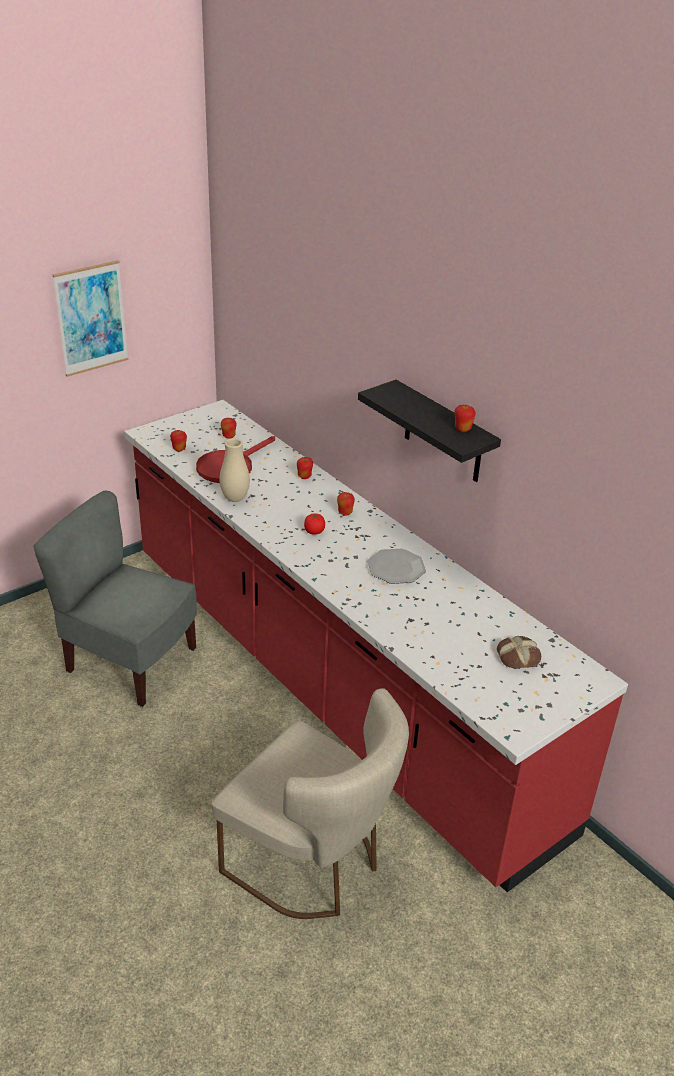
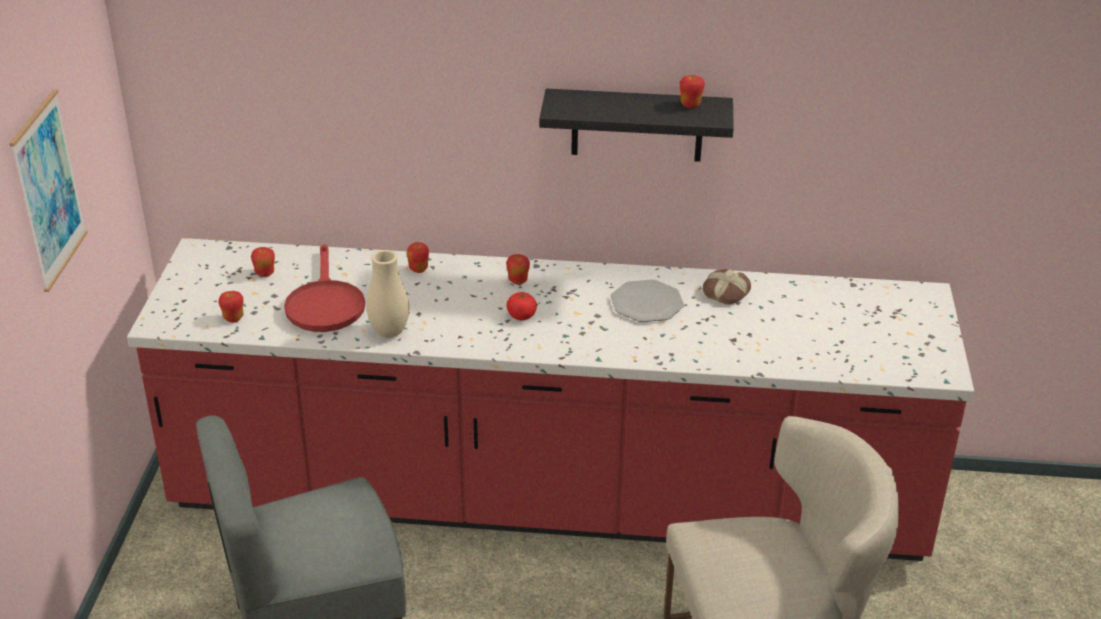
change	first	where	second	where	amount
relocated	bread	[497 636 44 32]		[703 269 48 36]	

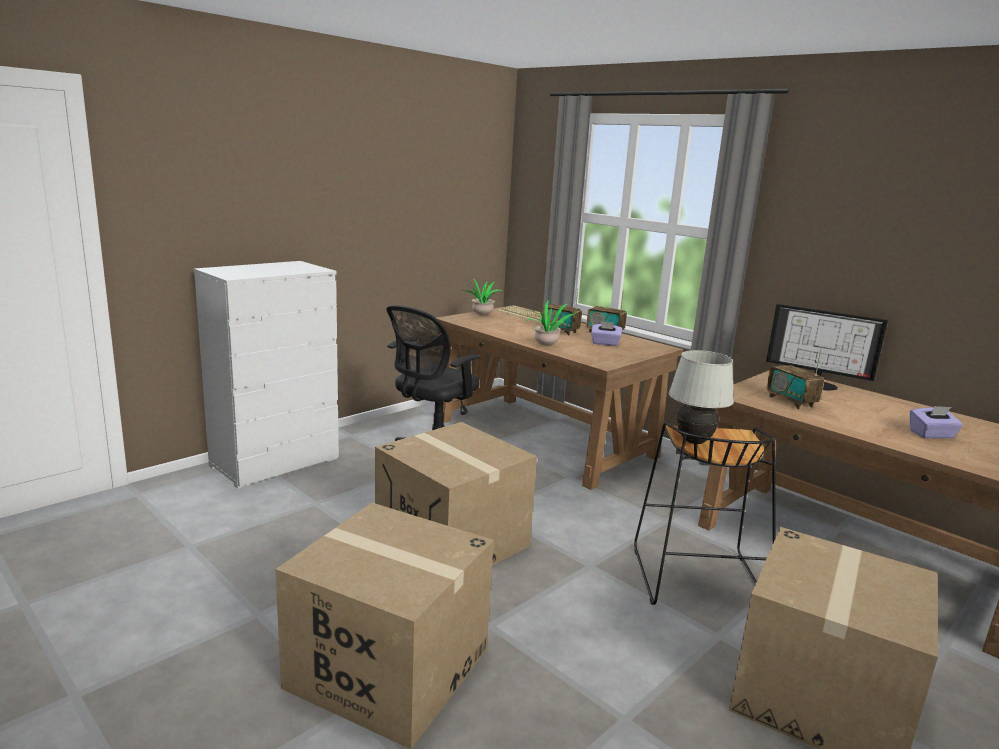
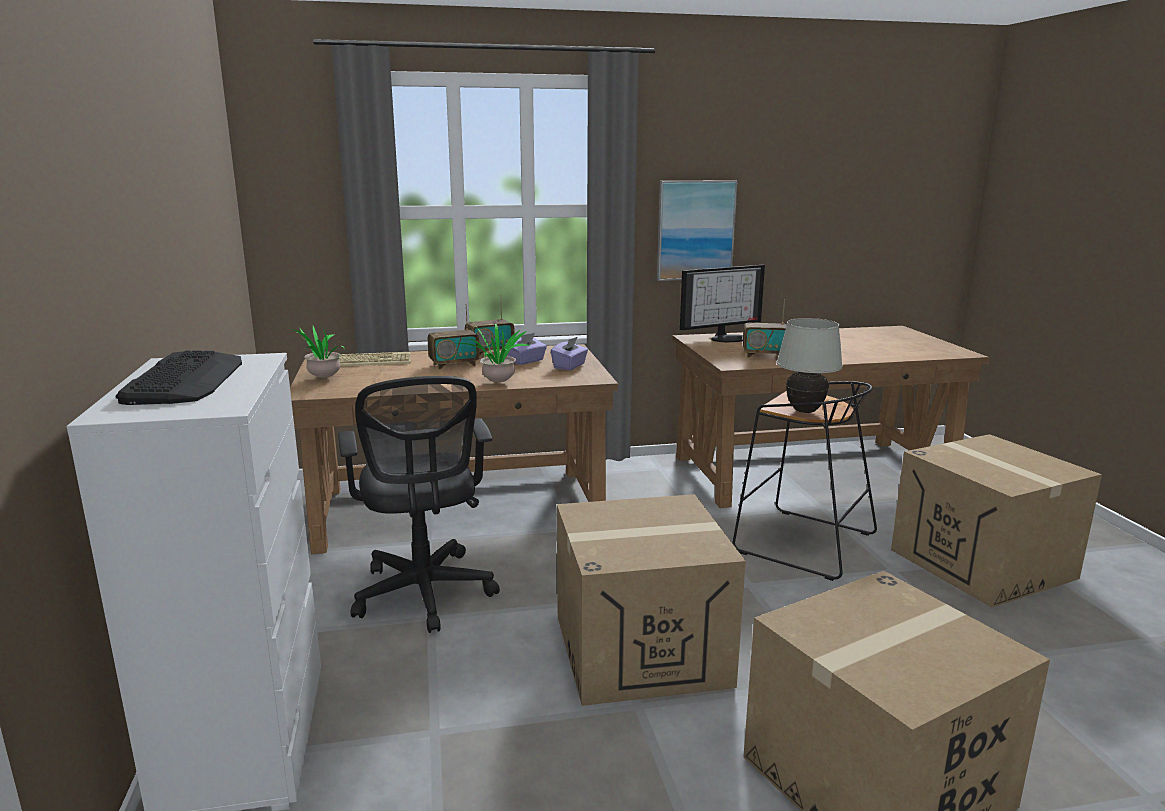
change	first	where	second	where	amount
appeared			keyboard	[116 350 126 55]	
relocated	purple tissue box	[910 406 53 33]		[551 337 37 33]	
appeared			picture	[657 180 80 101]	

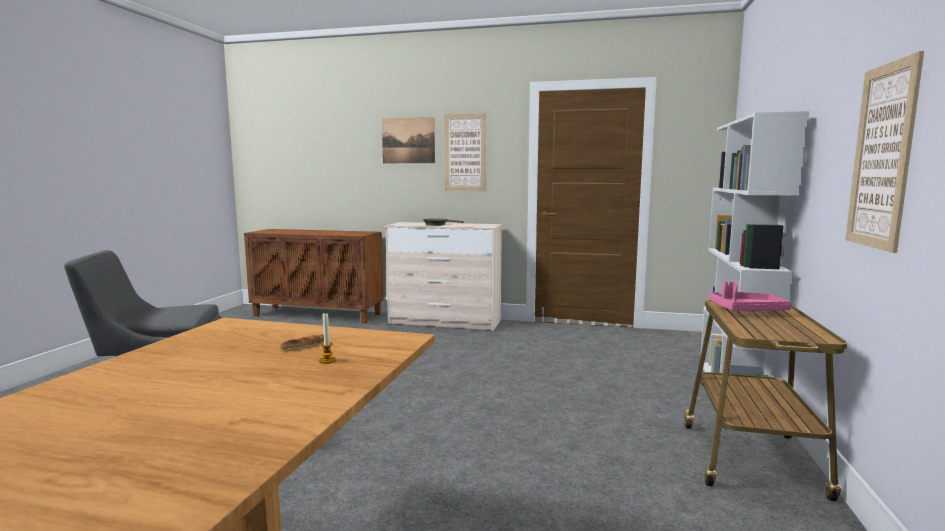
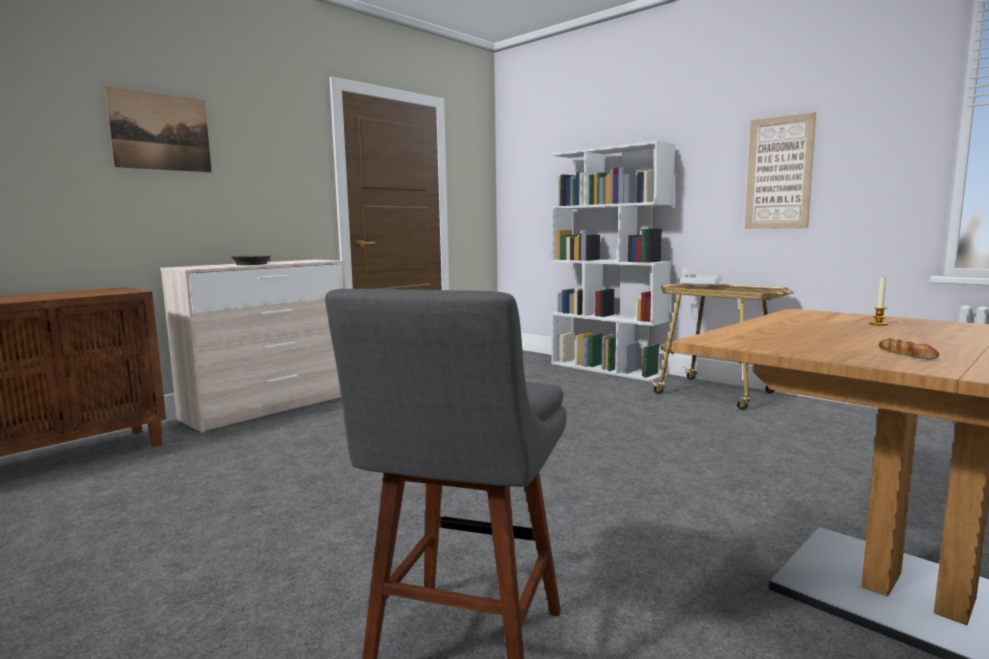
change	first	where	second	where	amount
colour	pink tray	[710 282 82 30]	white tray	[680 268 42 19]	
relocated	bread	[280 334 44 15]		[879 338 60 22]	
missing	picture	[444 113 42 78]			

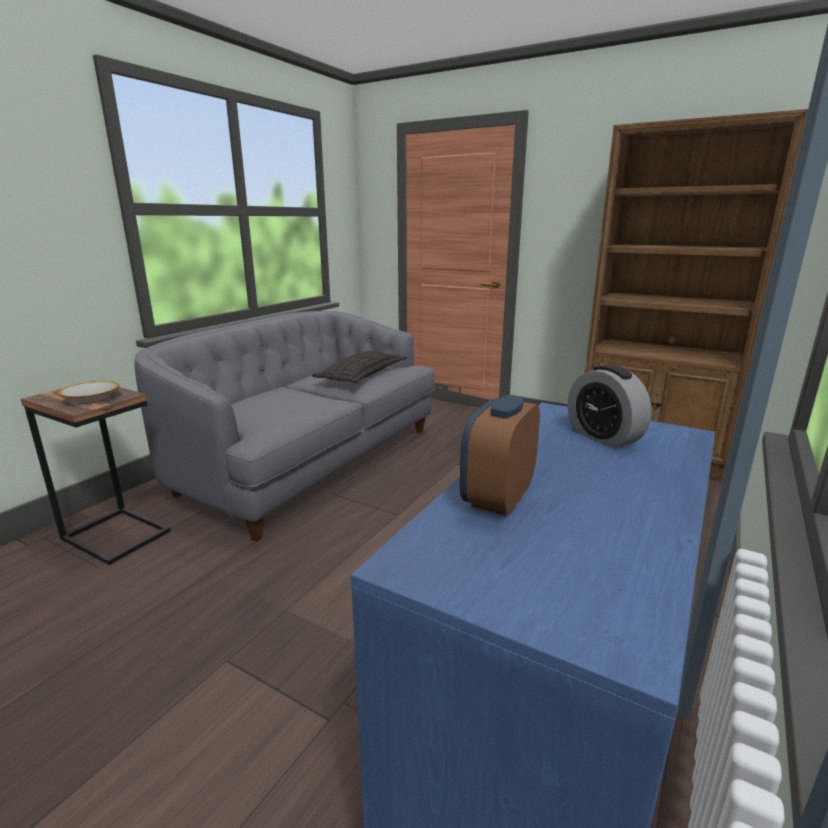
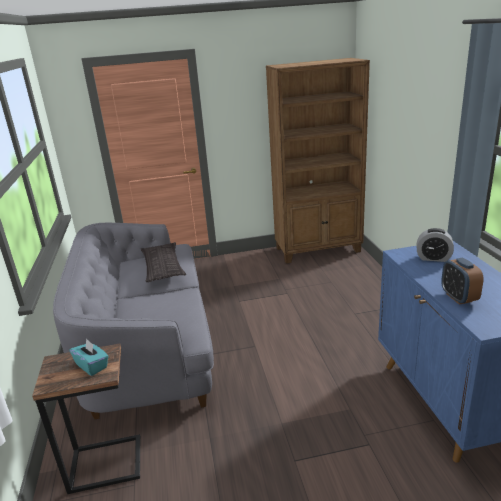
change	first	where	second	where	amount
exchanged	bowl	[58 381 61 23]	turquoise tissue box	[70 338 39 38]	

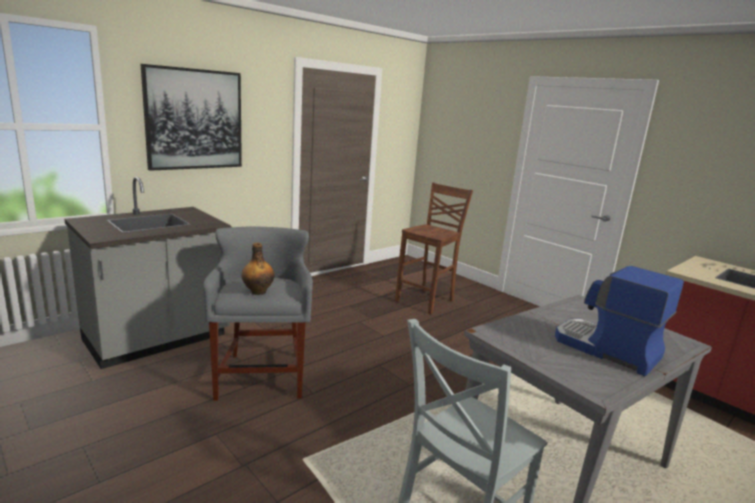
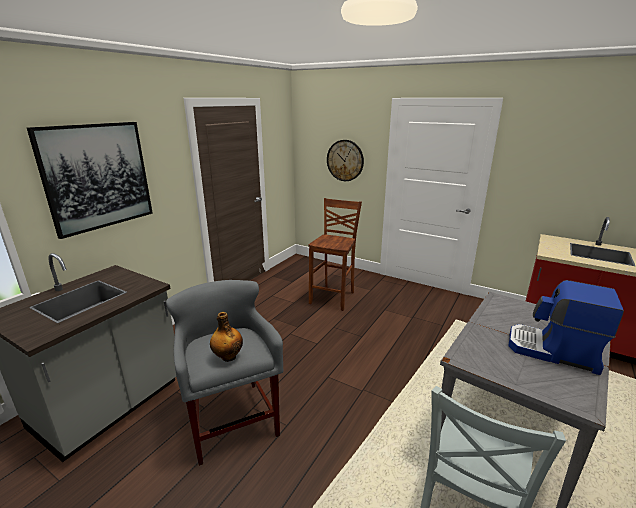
change	first	where	second	where	amount
appeared			wall clock	[327 140 37 41]	

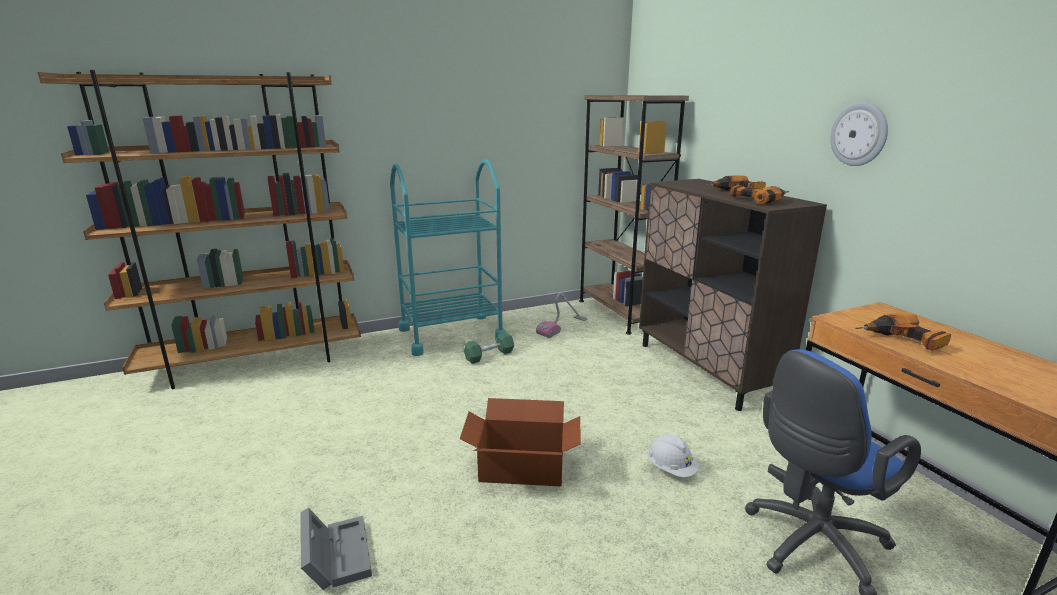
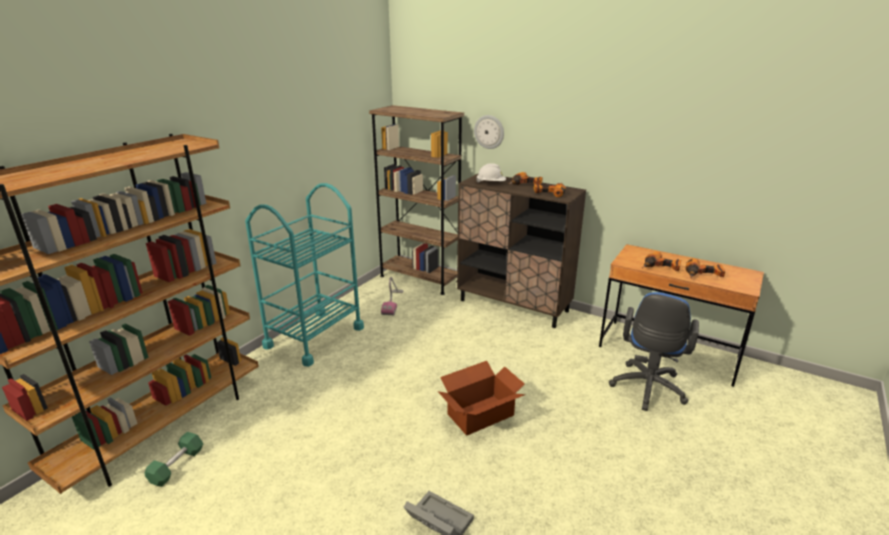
change	first	where	second	where	amount
relocated	green dumbbell	[464 332 50 32]		[144 432 59 55]	
relocated	wall clock	[830 102 58 64]		[474 115 30 34]	
relocated	white hard hat	[647 434 52 43]		[476 163 30 20]	
appeared			power drill	[686 258 39 20]	

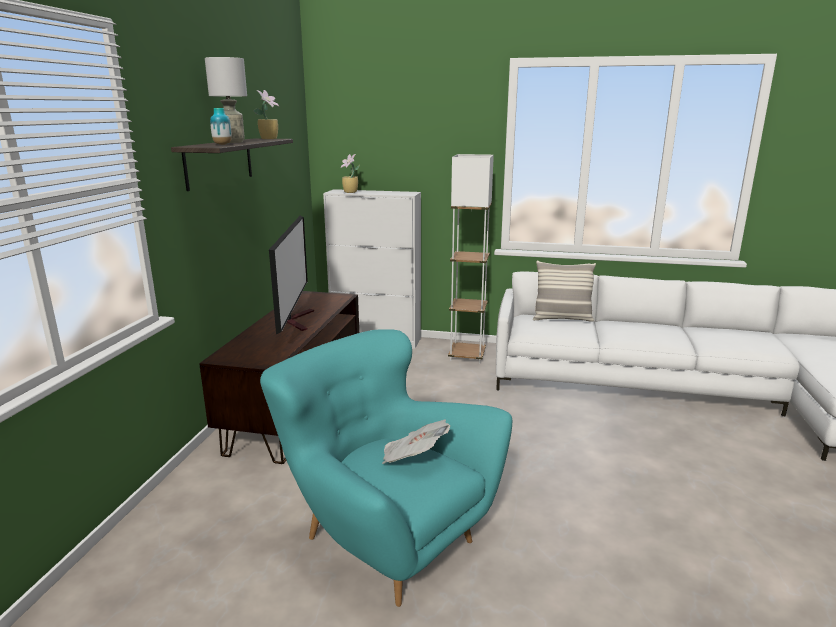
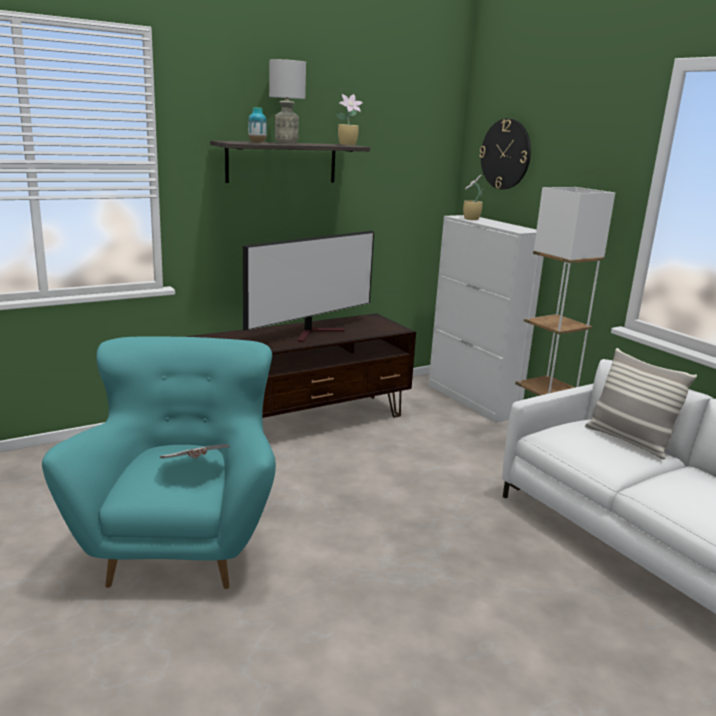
change	first	where	second	where	amount
appeared			wall clock	[479 119 52 71]	

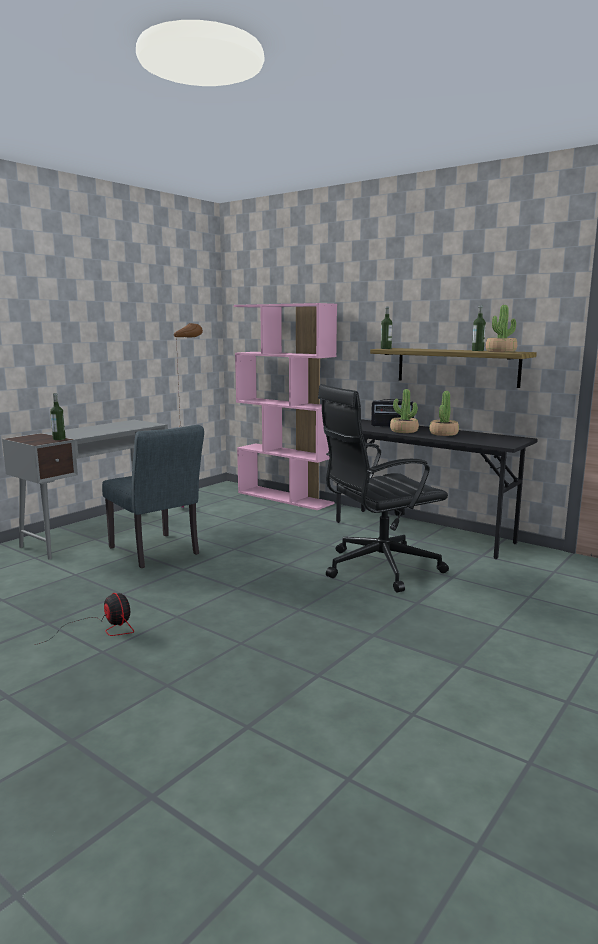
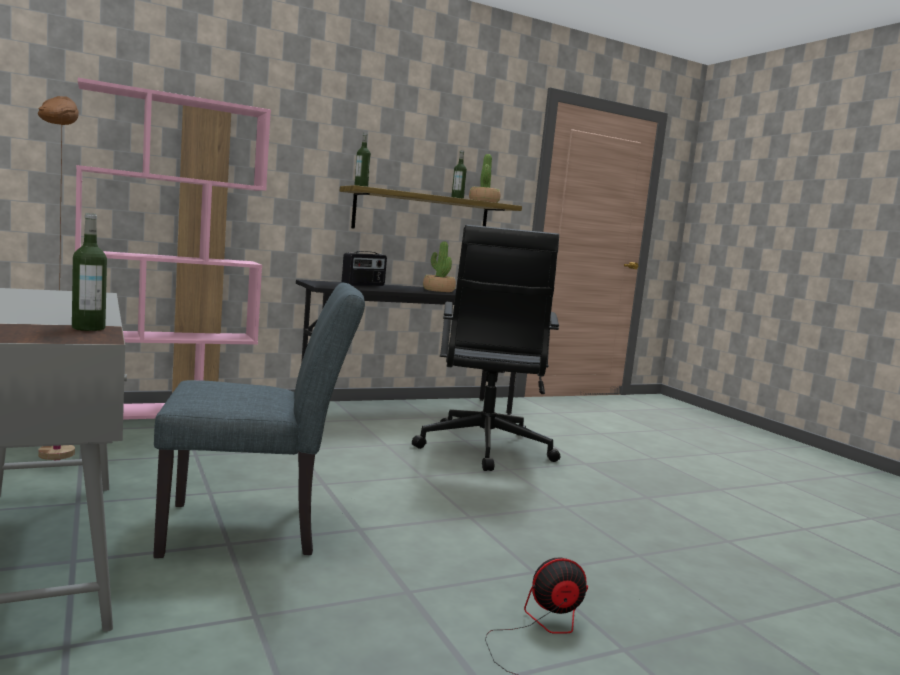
change	first	where	second	where	amount
missing	potted plant	[390 389 29 44]			

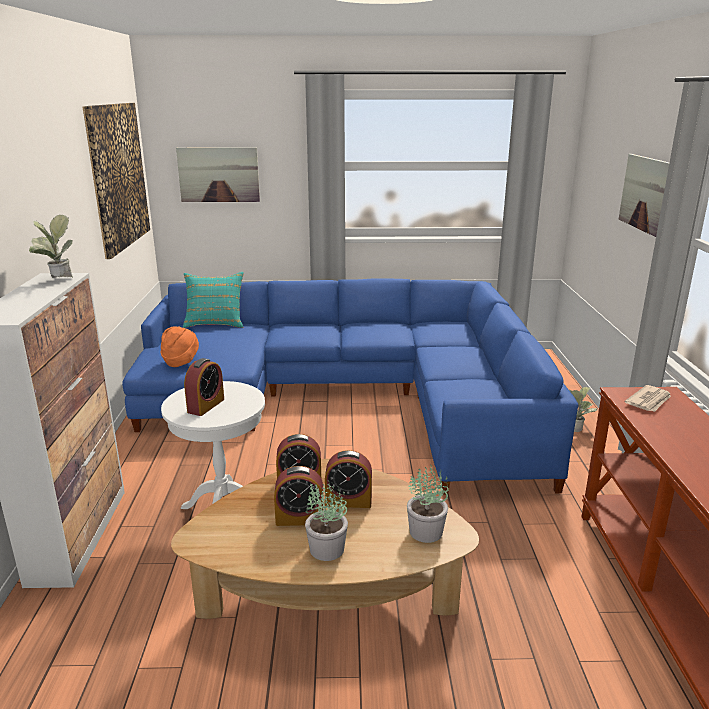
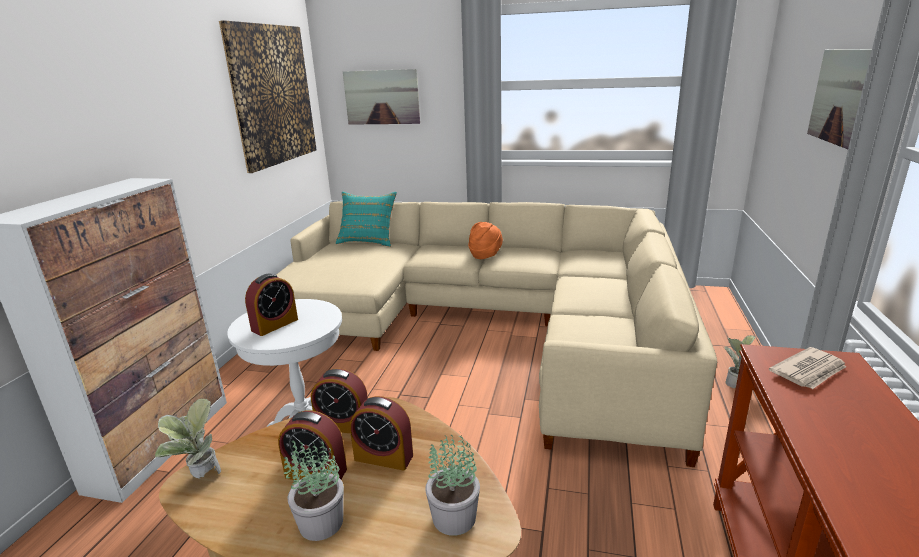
change	first	where	second	where	amount
relocated	potted plant	[29 215 44 63]		[155 399 66 80]	
colour	blue sofa	[122 278 456 217]	beige sofa	[276 202 441 265]	
relocated	orange hat	[161 327 38 40]		[468 222 35 37]	

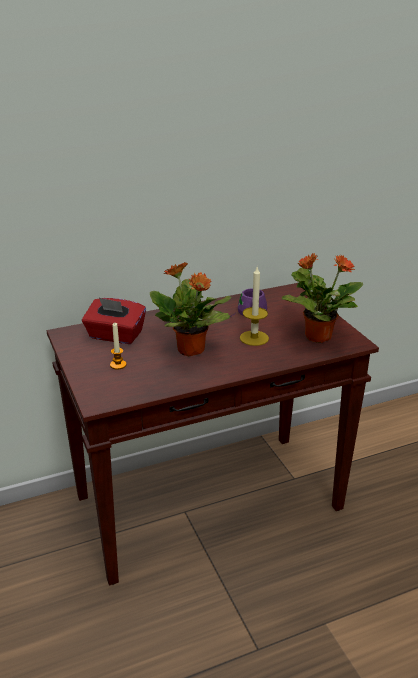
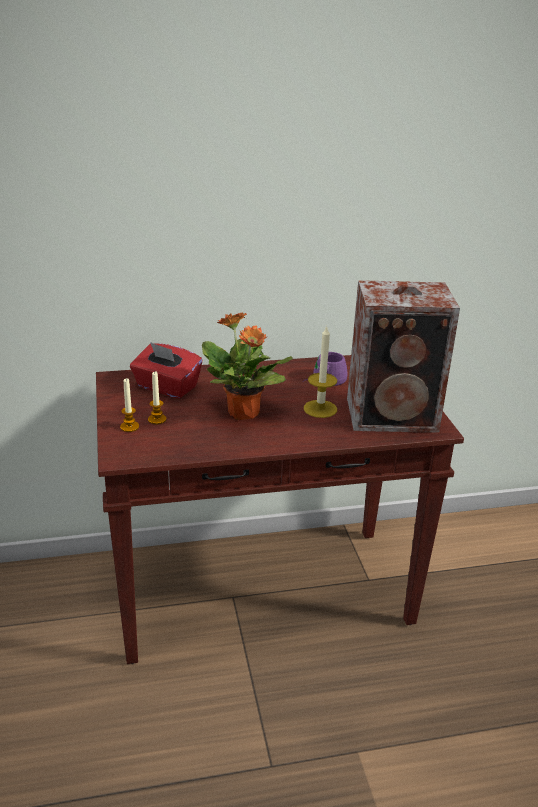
change	first	where	second	where	amount
appeared			candle	[120 378 19 54]	
exchanged	potted plant	[282 253 81 90]	speaker	[347 280 113 153]	

